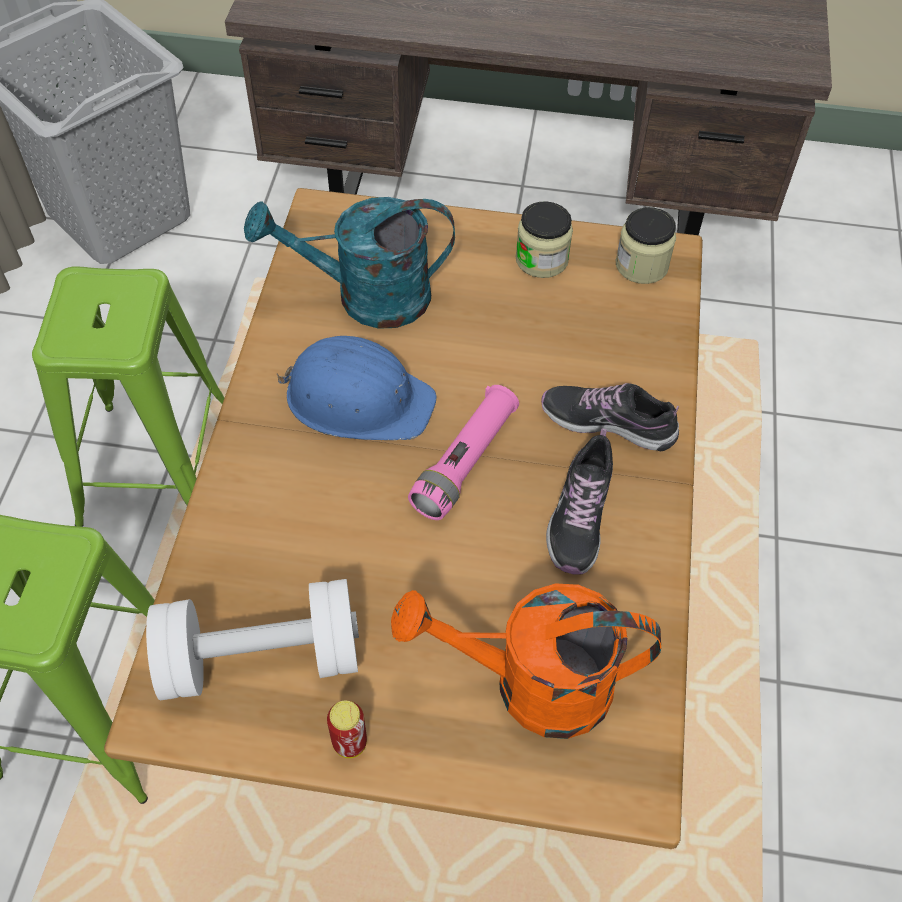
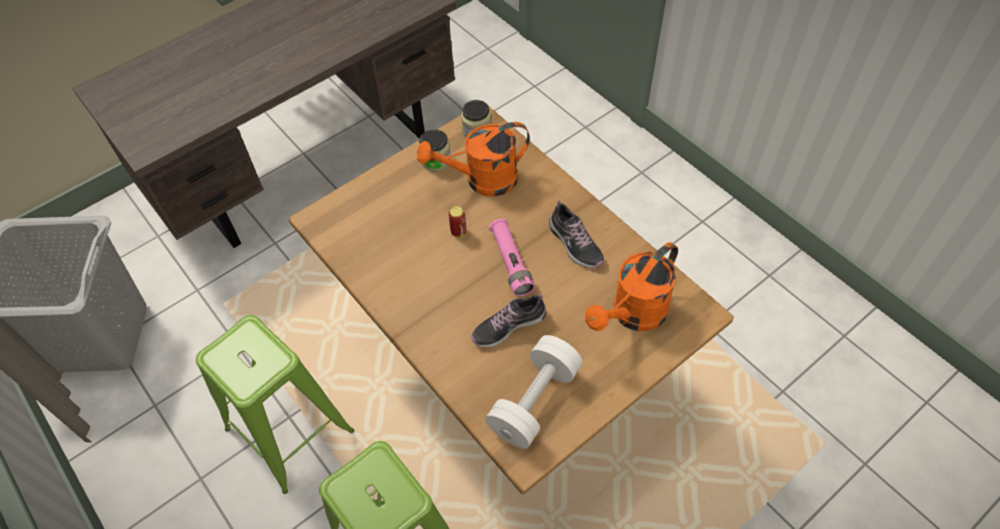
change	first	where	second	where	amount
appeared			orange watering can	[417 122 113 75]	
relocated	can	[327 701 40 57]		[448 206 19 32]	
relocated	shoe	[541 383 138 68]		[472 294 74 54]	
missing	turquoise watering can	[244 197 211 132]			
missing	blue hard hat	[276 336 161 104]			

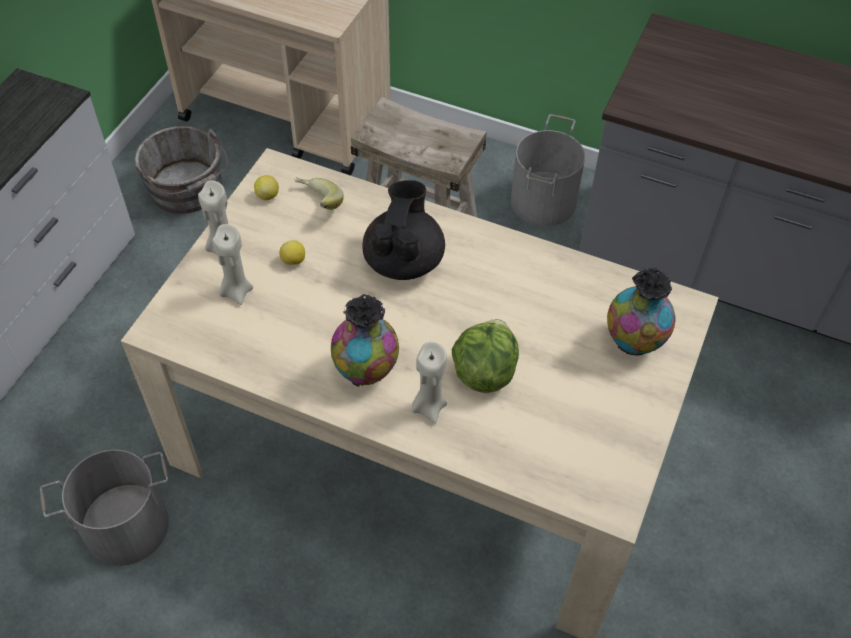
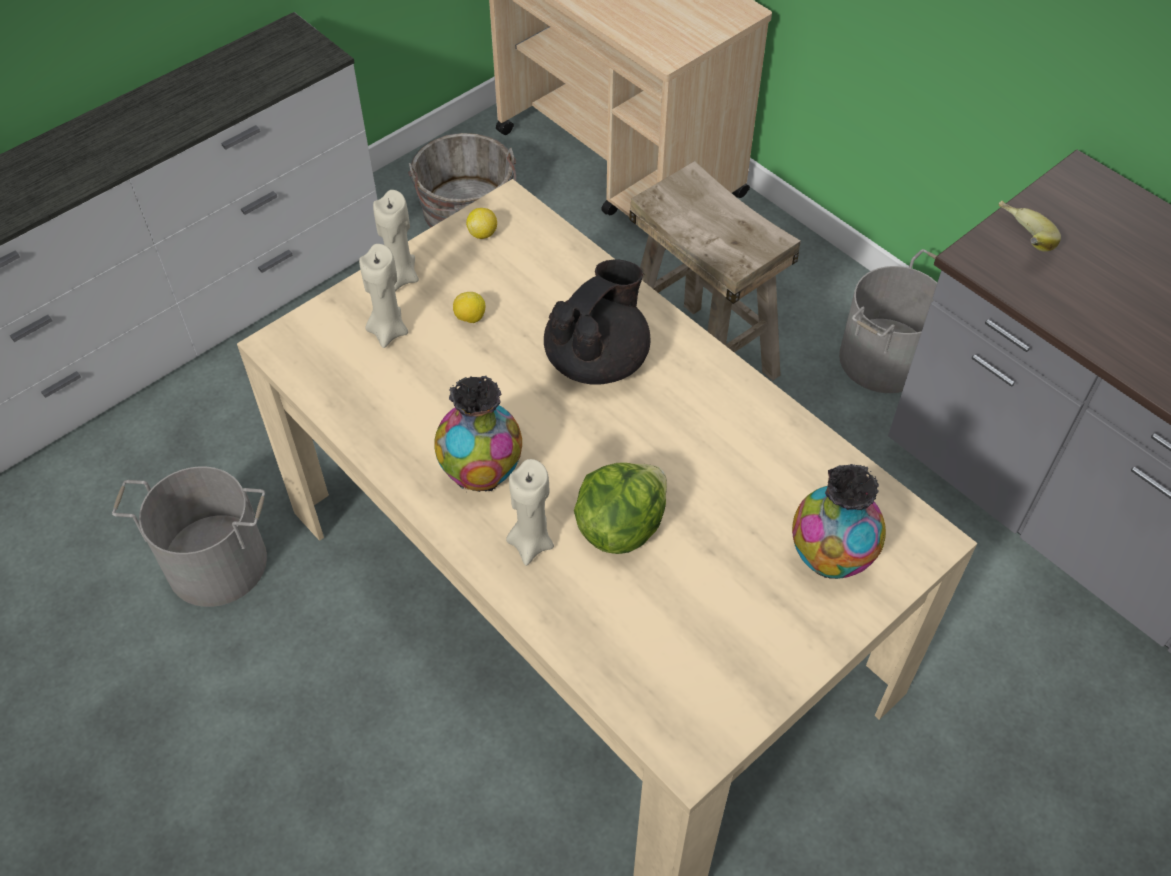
change	first	where	second	where	amount
relocated	banana	[295 177 49 33]		[999 201 62 51]	

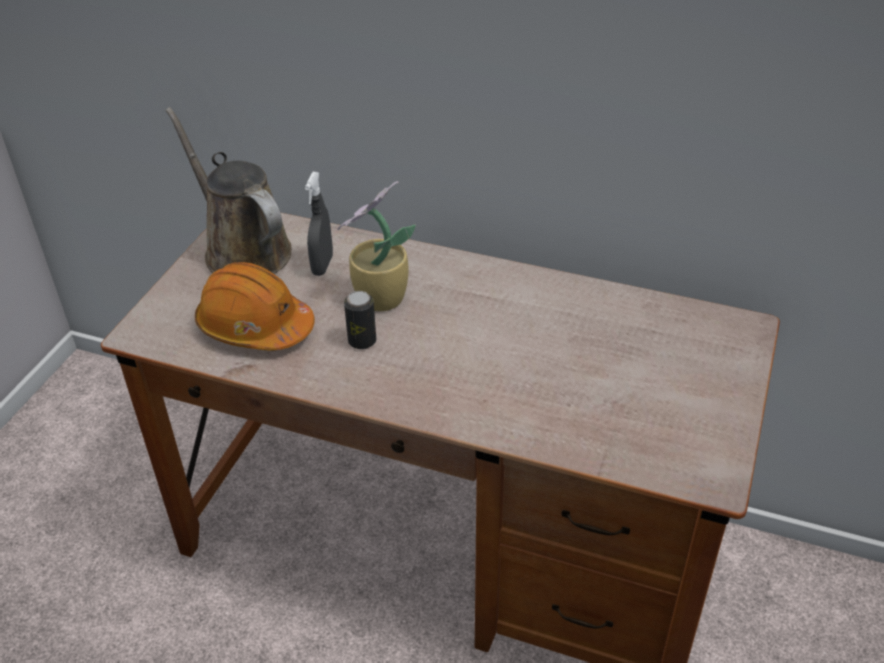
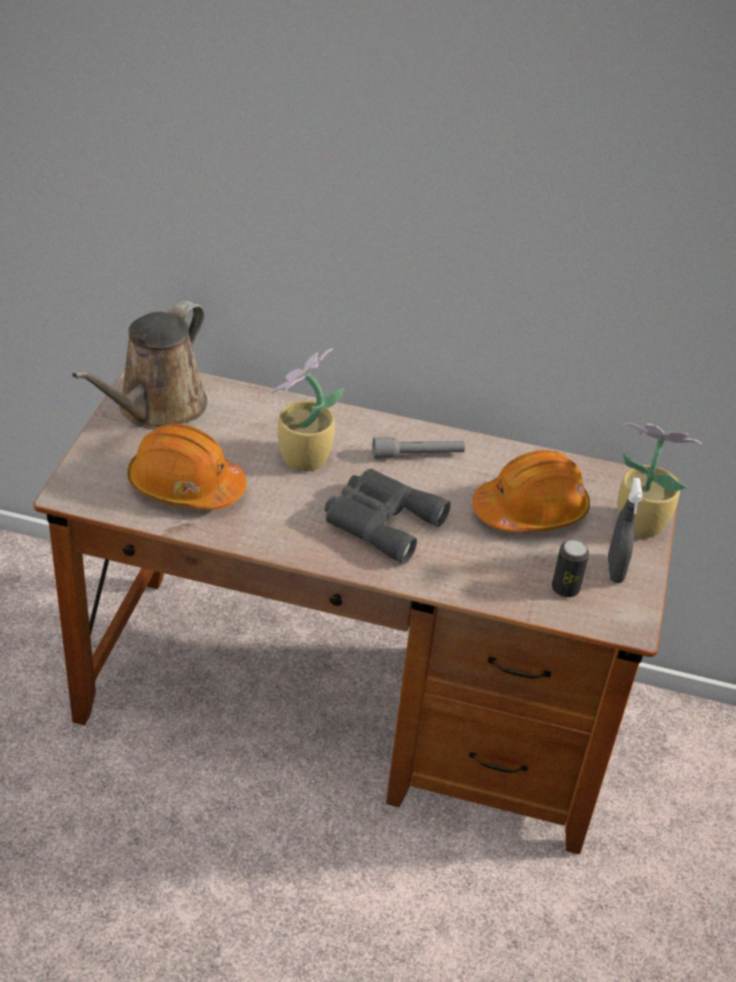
change	first	where	second	where	amount
spun	brown watering can	[165 107 126 167]		[72 301 135 129]	105 degrees counterclockwise
appeared			grey binoculars	[325 469 126 95]	
appeared			grey flashlight	[372 437 93 22]	
appeared			orange hard hat	[473 450 117 82]	
relocated	can	[344 291 32 58]		[552 540 37 57]	
relocated	grey spray bottle	[305 172 28 104]		[608 477 34 106]	
appeared			potted plant	[617 423 85 115]	

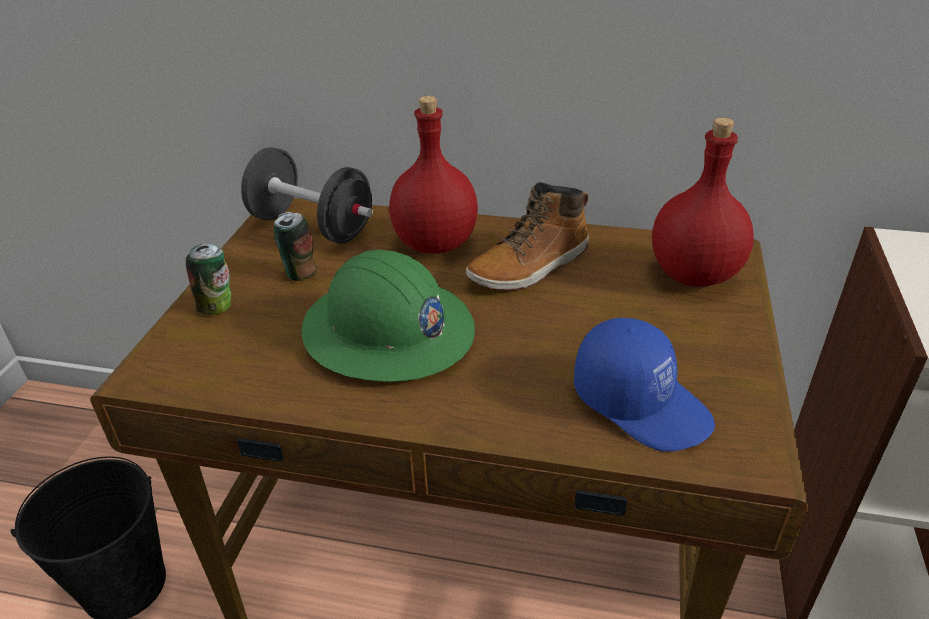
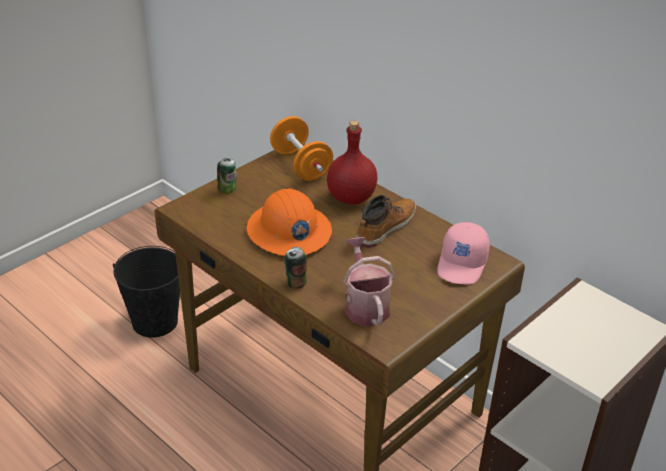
change	first	where	second	where	amount
colour	green hard hat	[302 250 173 132]	orange hard hat	[247 188 85 68]	
colour	black dumbbell	[241 147 132 97]	orange dumbbell	[270 116 63 65]	
relocated	can	[274 212 43 69]		[284 247 23 42]	
exchanged	blue cap	[574 318 141 134]	watering can	[344 237 51 90]	
spun	boot	[466 182 123 108]		[356 195 60 53]	135 degrees clockwise
exchanged	red bottle	[652 118 102 169]	pink cap	[437 222 53 62]	

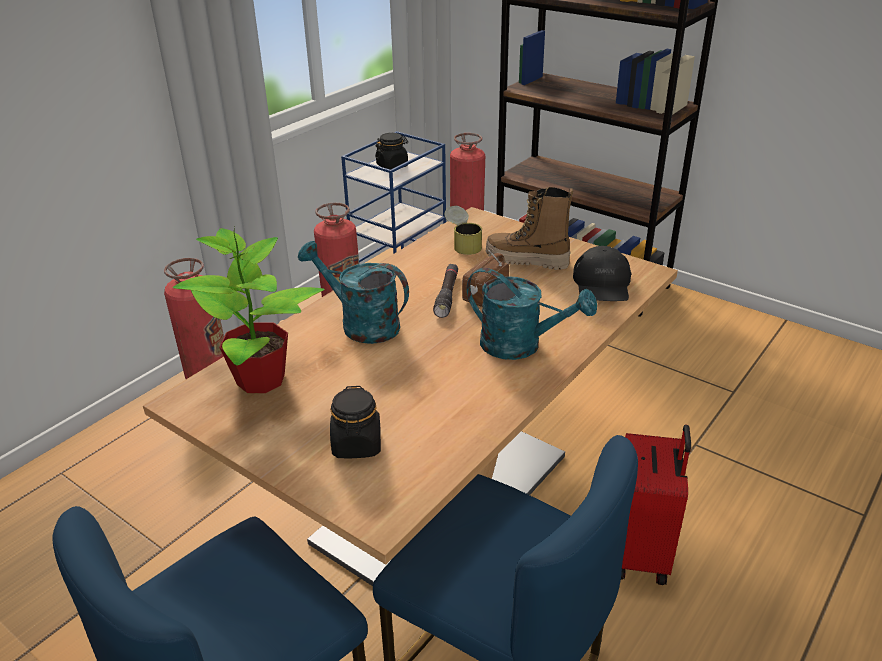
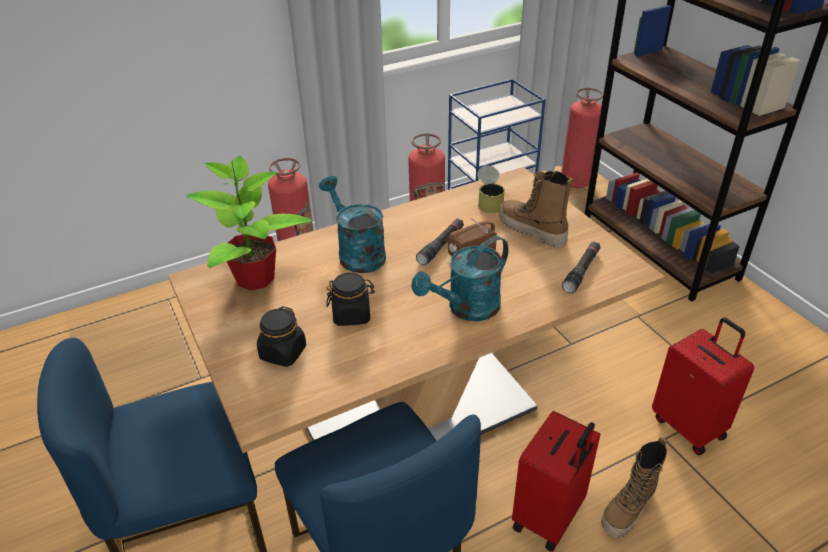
change	first	where	second	where	amount
relocated	black jar	[375 133 33 37]		[326 272 49 54]	
spun	turquoise watering can	[467 268 130 92]		[411 236 97 85]	90 degrees clockwise
exchanged	black cap	[573 246 58 55]	black flashlight	[562 242 38 51]	
appeared			boot	[601 437 66 101]	
appeared			red suitcase	[652 317 102 138]	

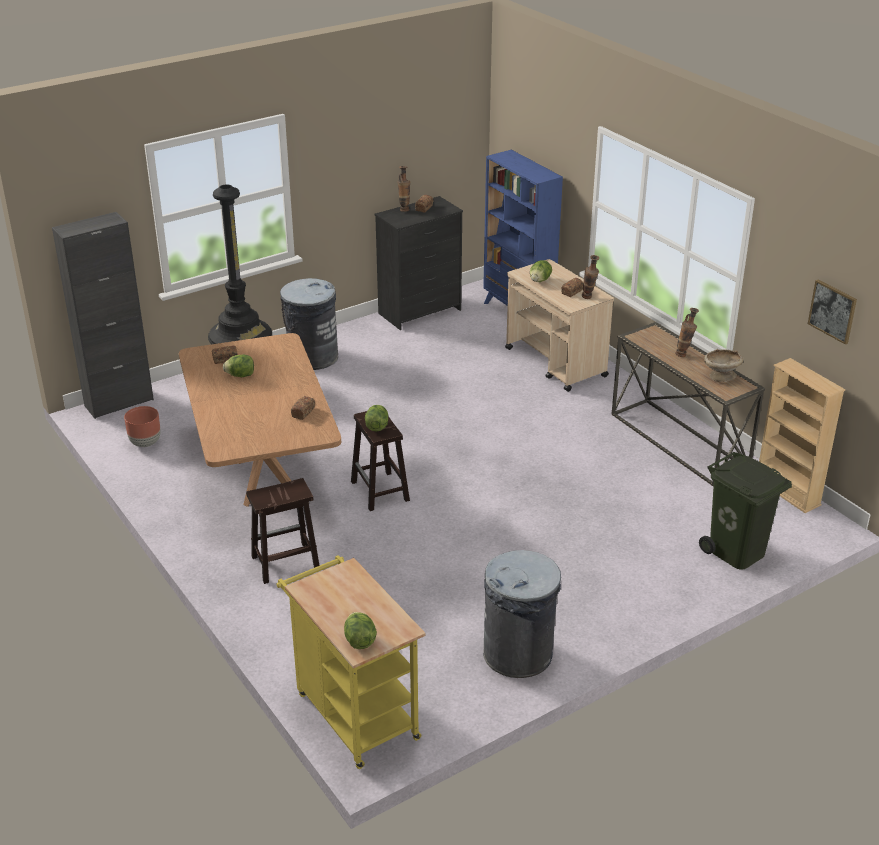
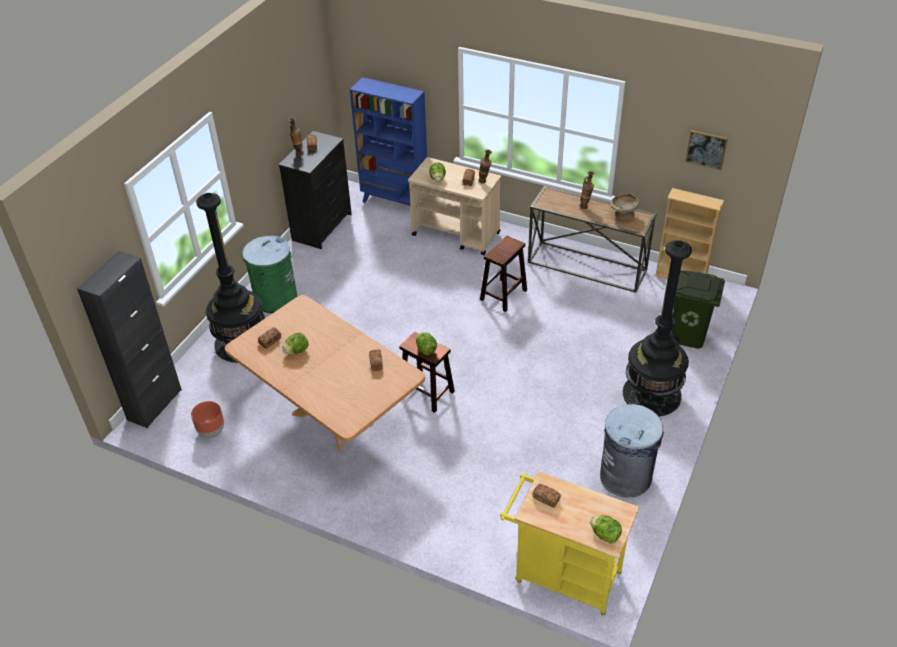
change	first	where	second	where	amount
colour	grey trash can	[280 278 58 92]	green trash can	[242 236 56 78]	
relocated	brown stool	[246 478 74 106]		[480 236 47 76]	
appeared			bread	[533 483 28 25]	
appeared			black floor lamp	[623 240 69 176]	

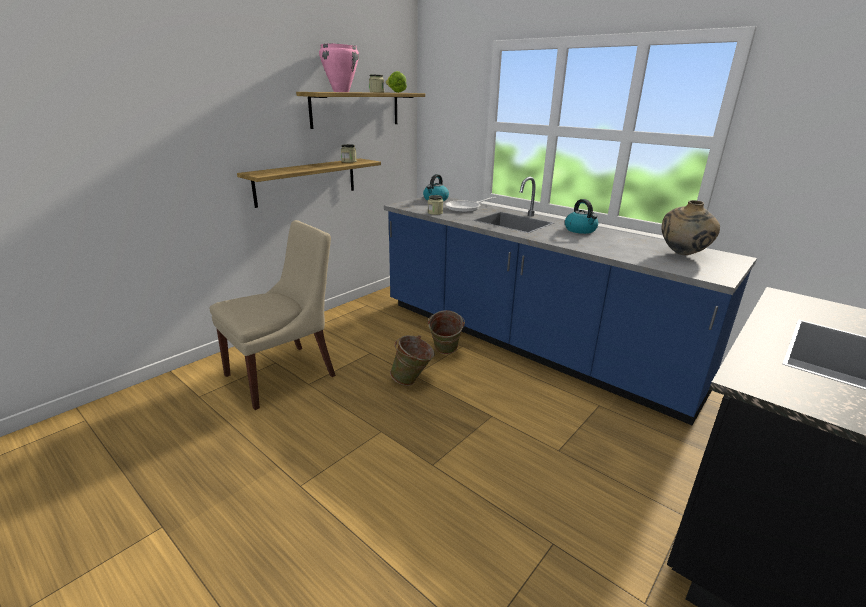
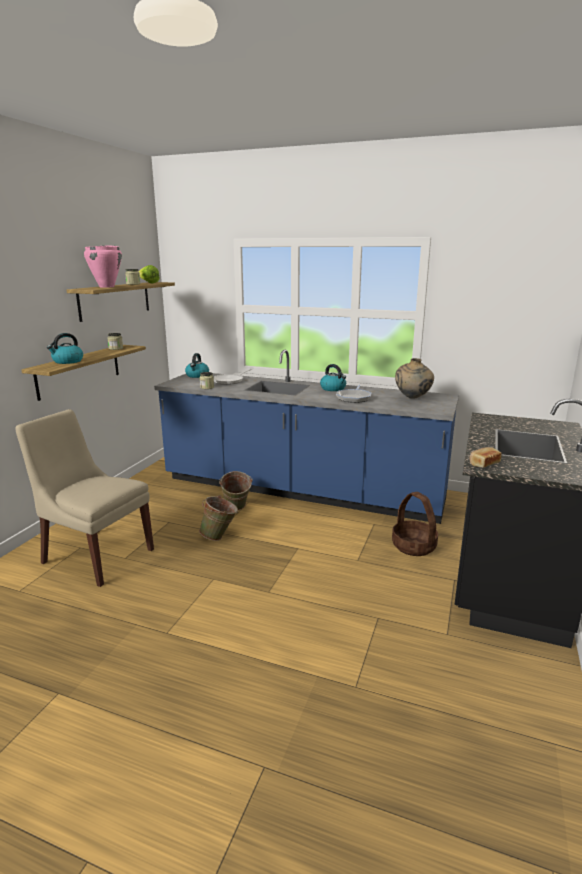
change	first	where	second	where	amount
spun	beige chair	[210 220 126 190]		[15 409 139 178]	90 degrees counterclockwise
appeared			kettle	[47 333 36 31]	
appeared			frying pan	[336 385 35 18]	
appeared			basket	[392 492 46 64]	
appeared			bread	[469 447 33 21]	

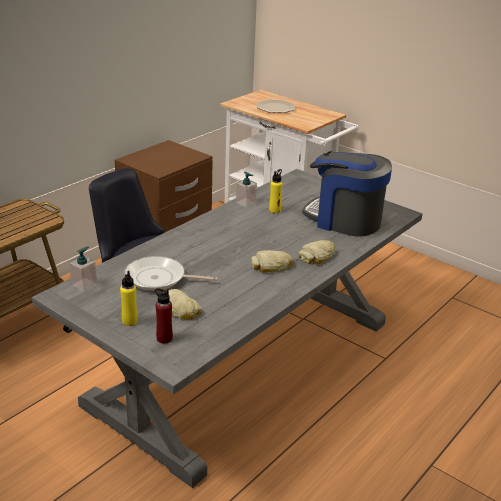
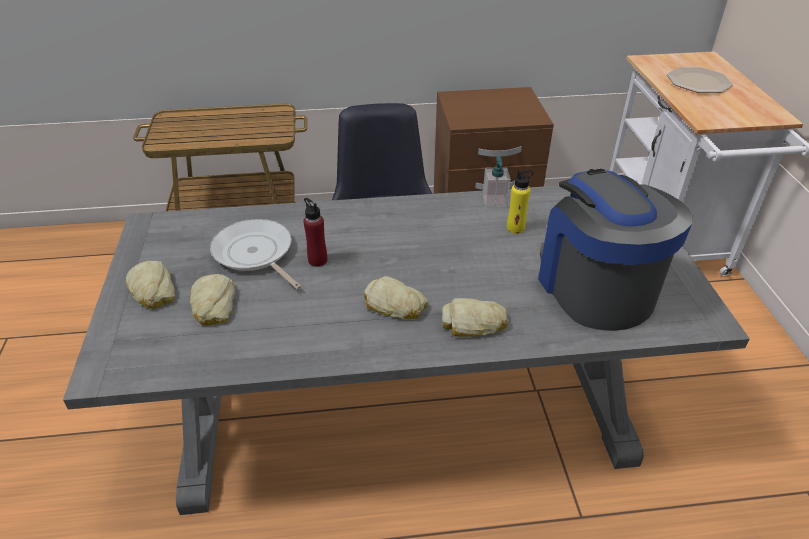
change	first	where	second	where	amount
exchanged	yellow bottle	[120 271 18 55]	bread	[126 261 49 48]	
relocated	red bottle	[155 289 18 55]		[303 198 24 69]	
missing	soap dispenser	[69 246 28 46]			

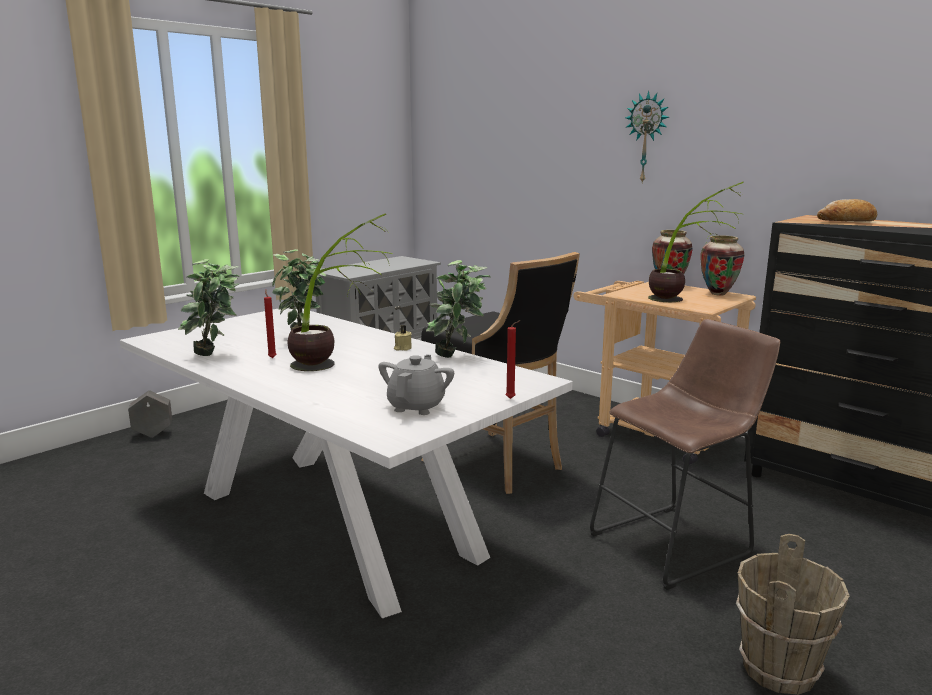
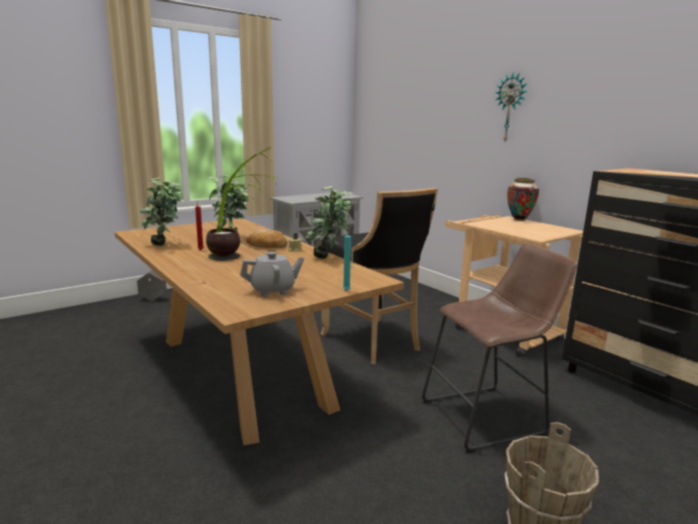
change	first	where	second	where	amount
colour	white dining table	[120 307 453 311]	brown dining table	[115 219 289 226]	
spun	grey teapot	[378 354 76 61]		[240 252 64 44]	45 degrees clockwise
relocated	bread	[817 199 60 23]		[246 230 41 18]	
colour	red candle	[506 320 15 79]	turquoise candle	[343 230 11 61]	
missing	potted plant	[648 182 96 120]			
missing	vase	[701 235 43 61]			

